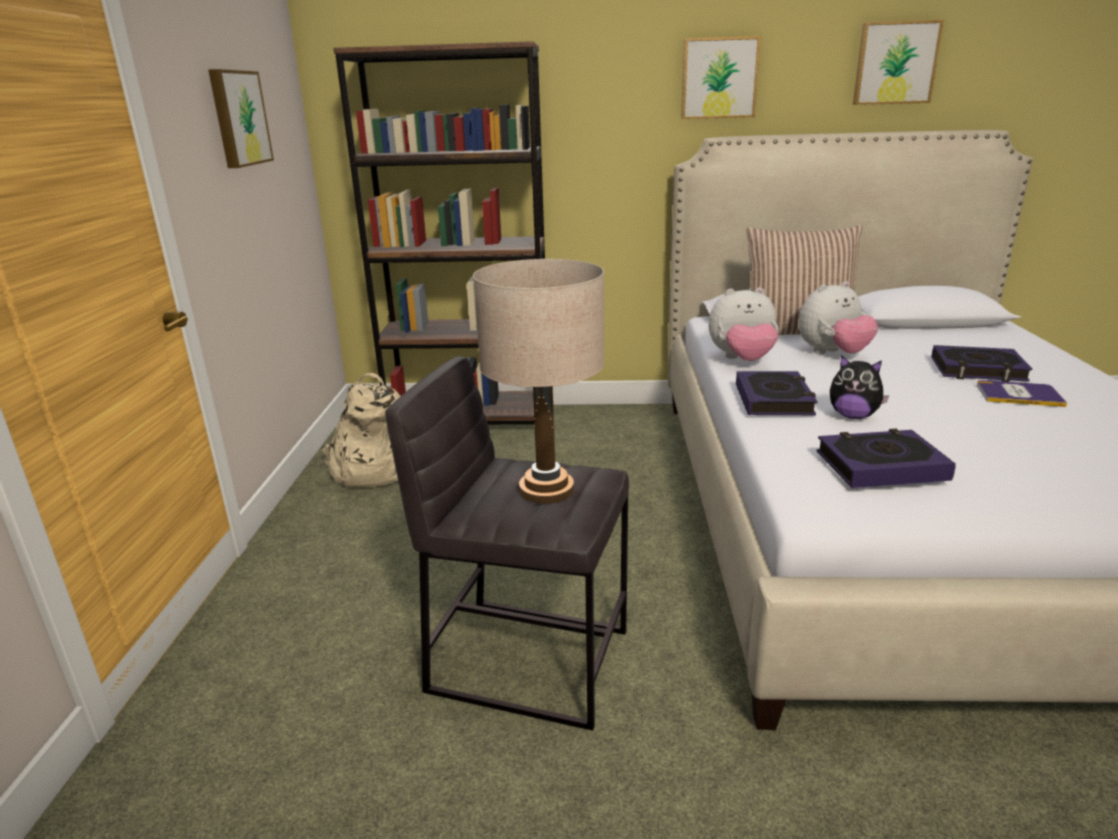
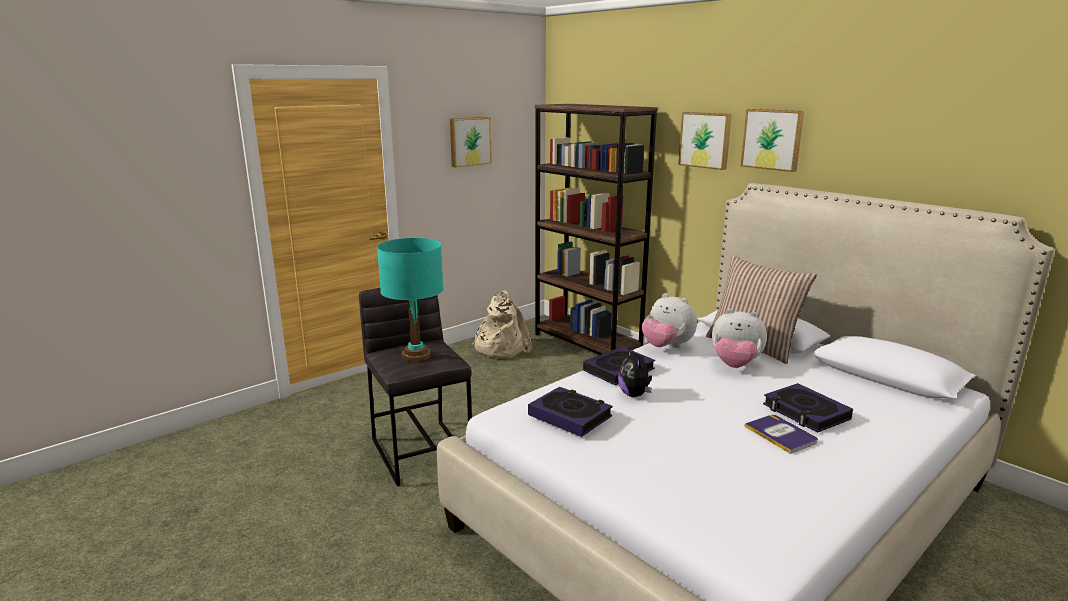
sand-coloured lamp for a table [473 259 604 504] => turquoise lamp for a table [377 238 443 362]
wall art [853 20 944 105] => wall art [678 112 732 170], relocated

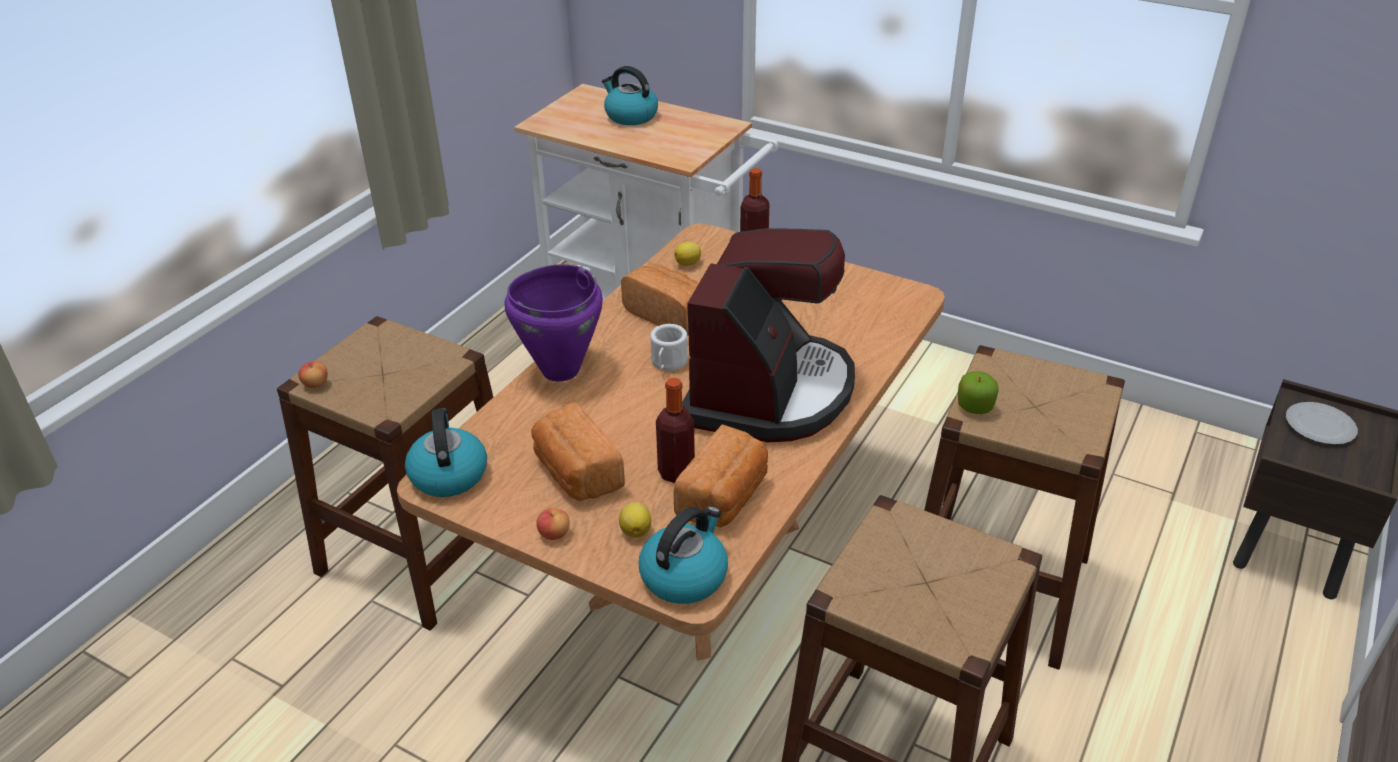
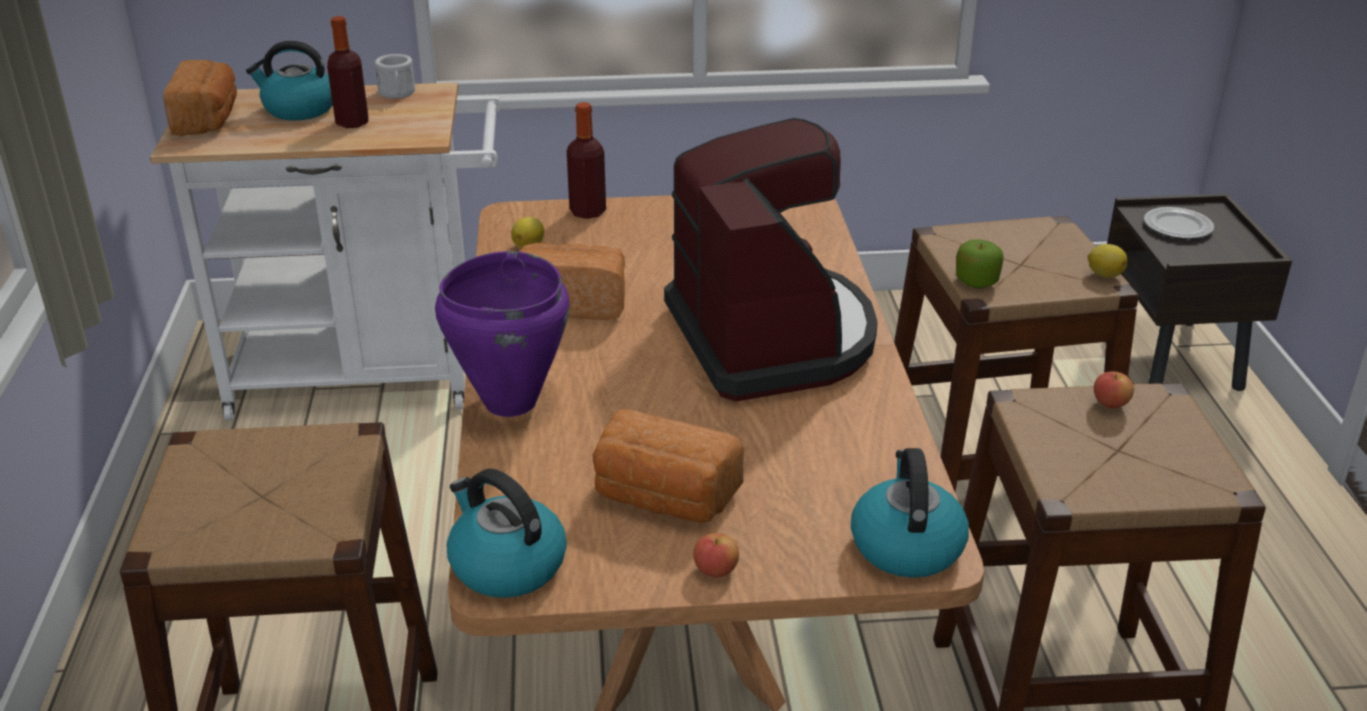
apple [298 361 328 388] => apple [1094 371 1134 408], relocated
citrus fruit [619 502 651 538] => citrus fruit [1087 244 1128 278], relocated
white tea mug [650 324 688 371] => white tea mug [375 54 415 98], relocated
drink bottle [656 378 695 483] => drink bottle [327 16 368 128], relocated
baked bread [674 424 768 528] => baked bread [163 60 237 136], relocated

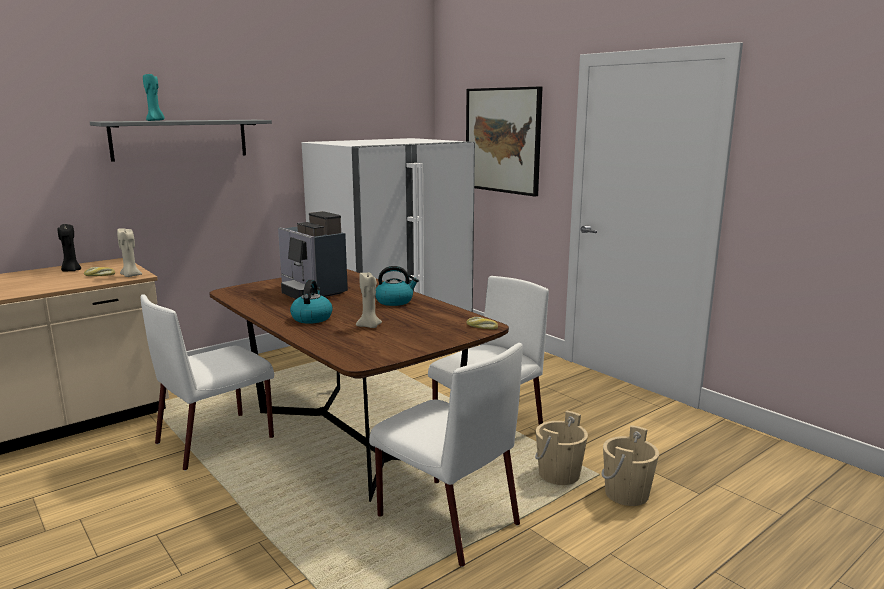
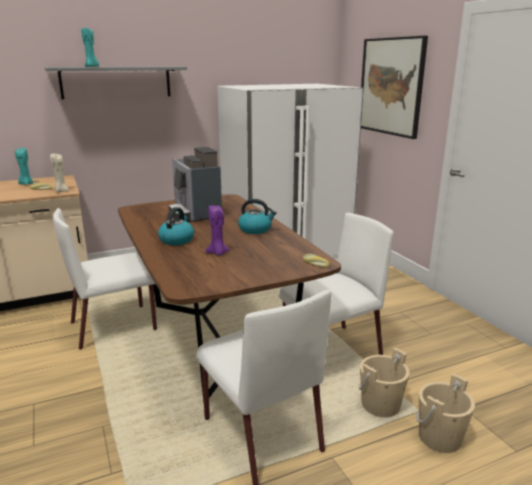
black wax candle [58 224 81 272] => turquoise wax candle [15 148 34 185]
sand-coloured wax candle [356 273 382 328] => purple-coloured wax candle [206 206 230 255]

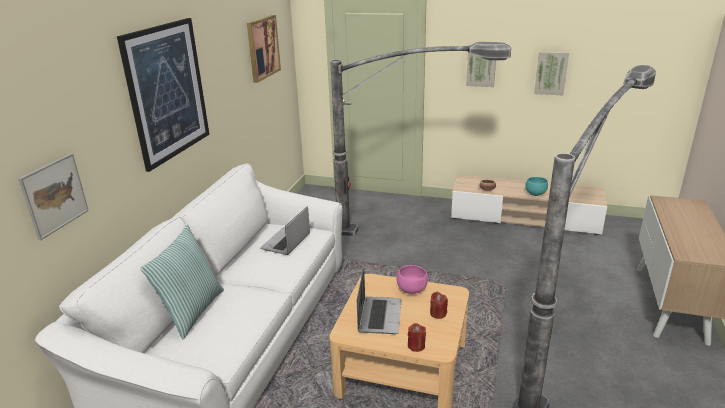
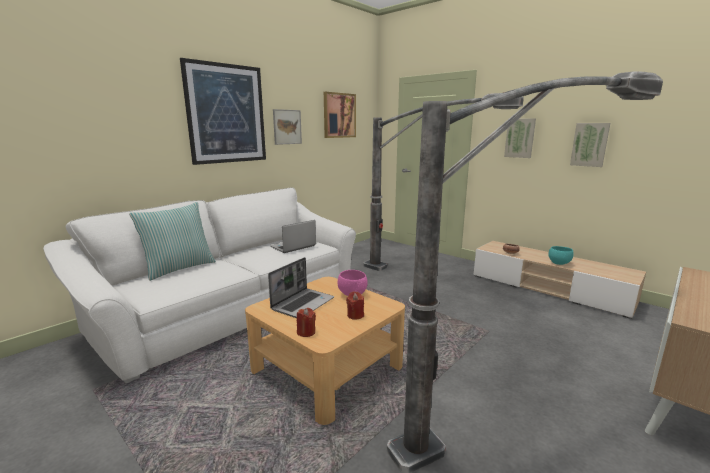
wall art [18 153 89 240] => wall art [273 109 302 145], relocated

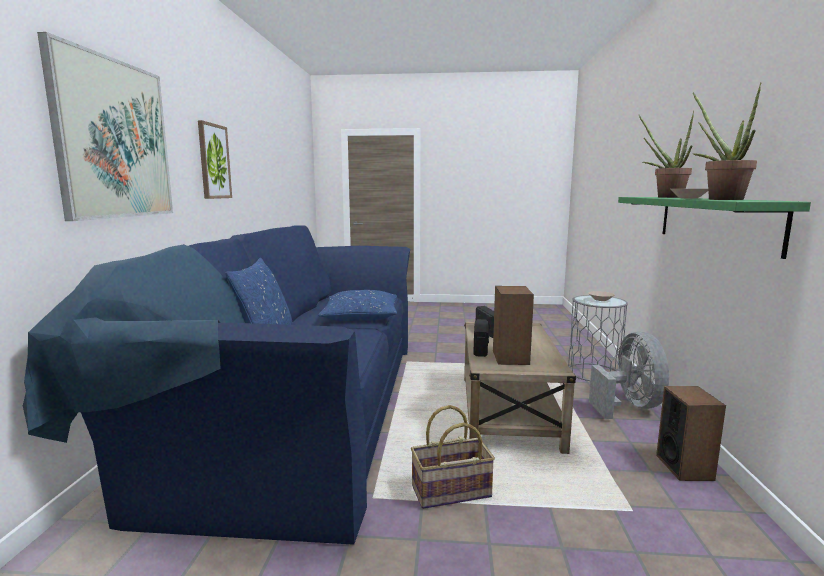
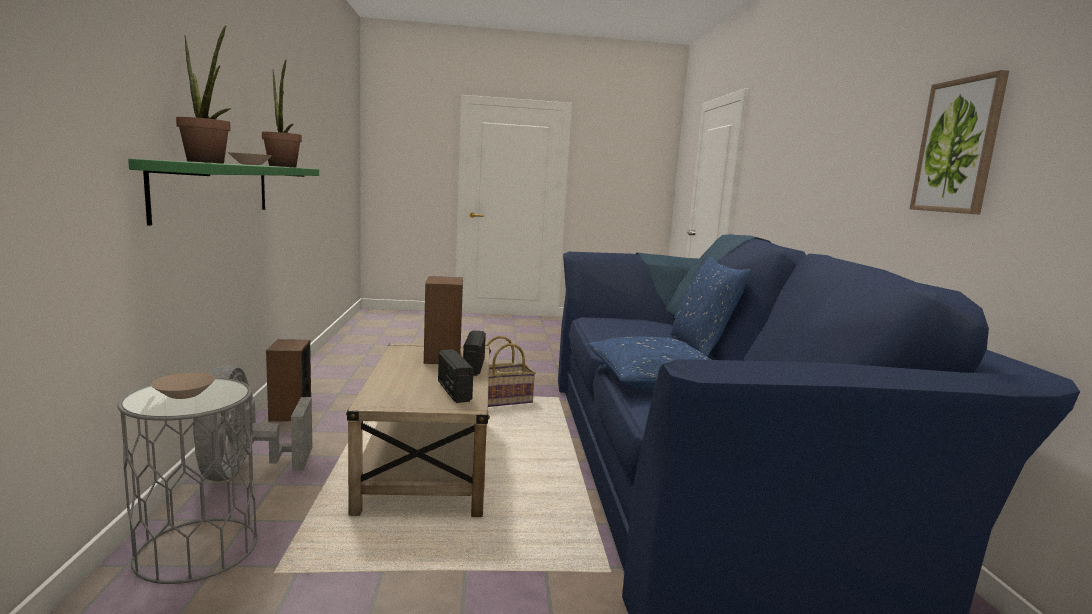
wall art [37 32 173 221] => nothing

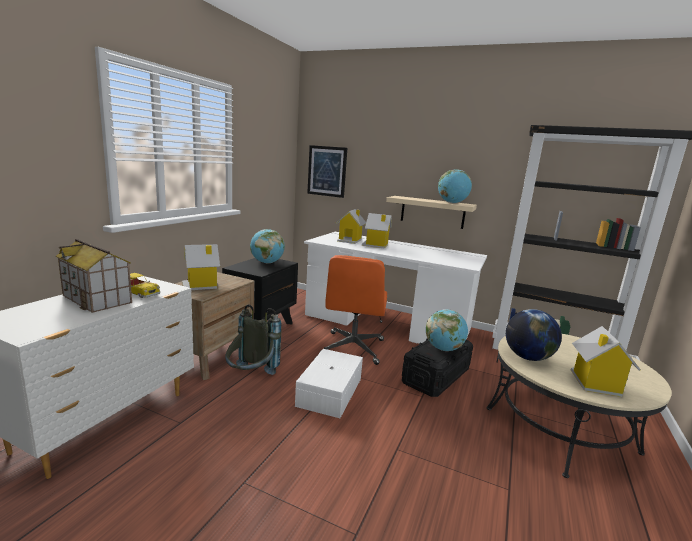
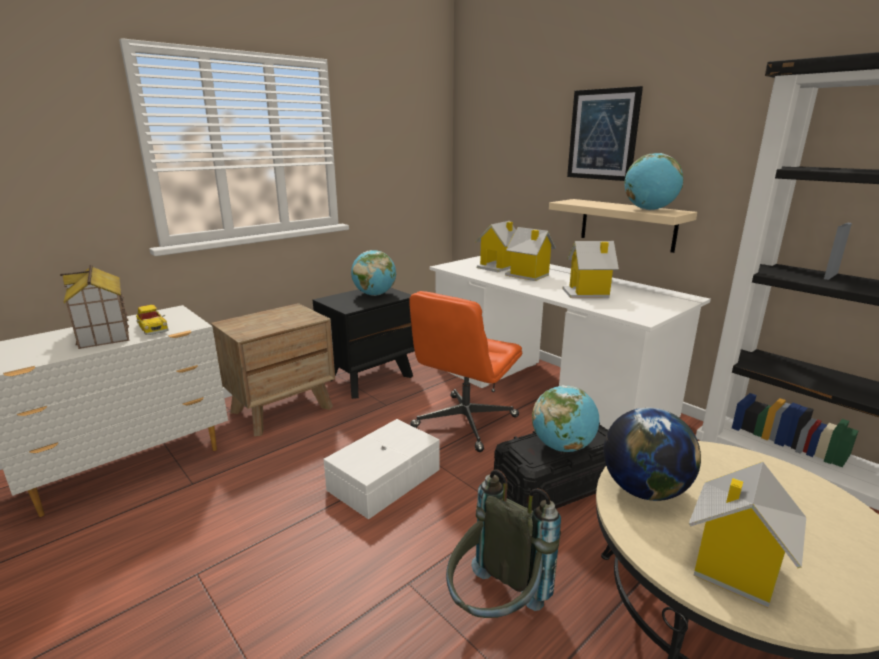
model house [182 244 220 290] => model house [563 241 619 298], relocated
gray backpack [225 304 282 375] => gray backpack [446 469 561 618], relocated
wall art [307 145 347 198] => wall art [567 86 643 181], relocated

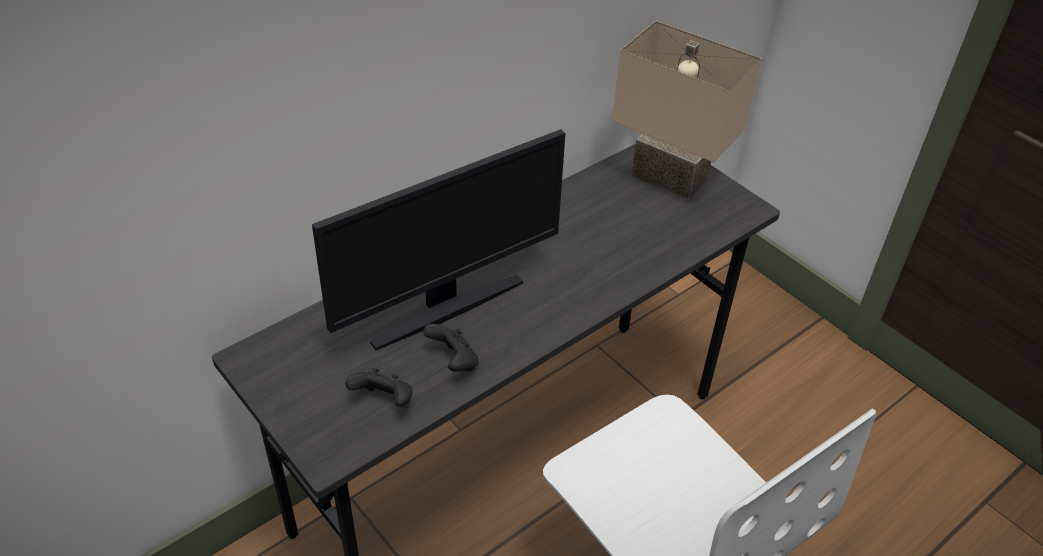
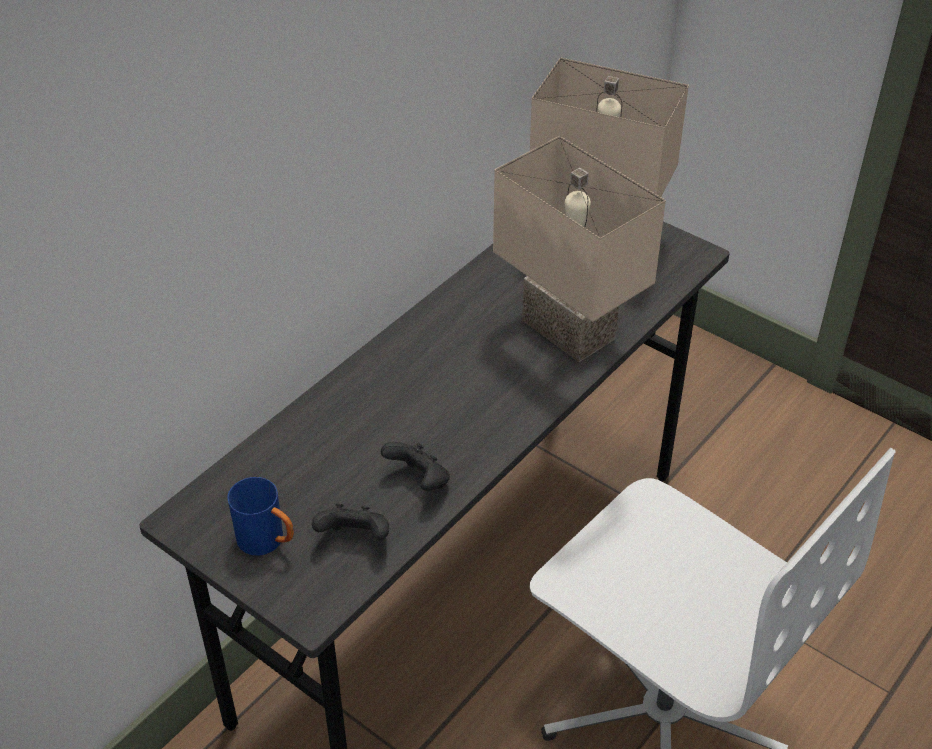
computer screen [312 129 565 350] => nothing
nothing => blue-coloured tea mug [227 477 294 556]
nothing => sand-coloured lamp for a table [493 136 666 362]

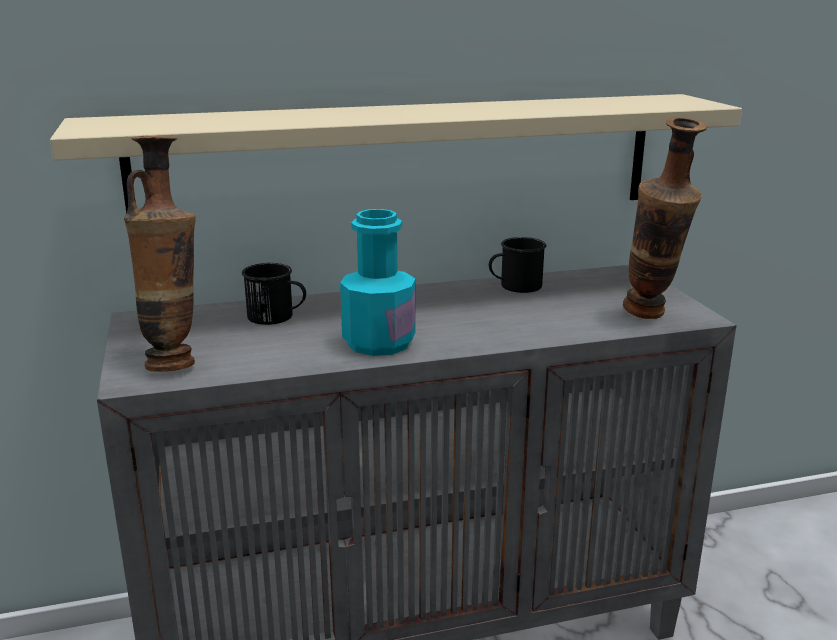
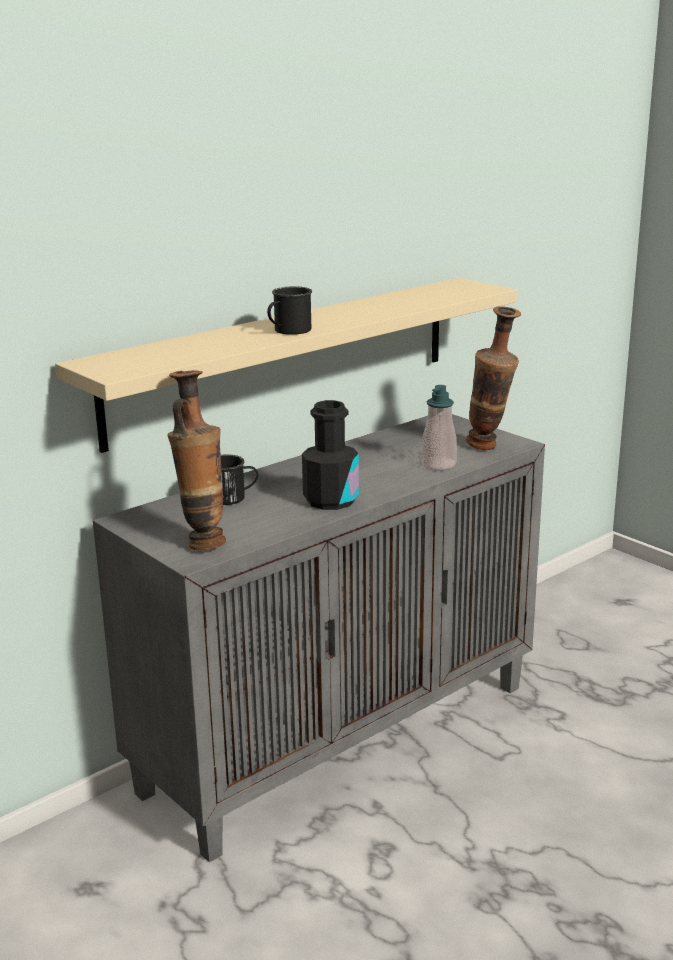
turquoise drink bottle [340 209 415 356] => black drink bottle [302 400 359 510]
black tea mug [489 237 546 293] => black tea mug [267 286 312 335], relocated
nothing => liquid soap bottle [421 385 457 470]

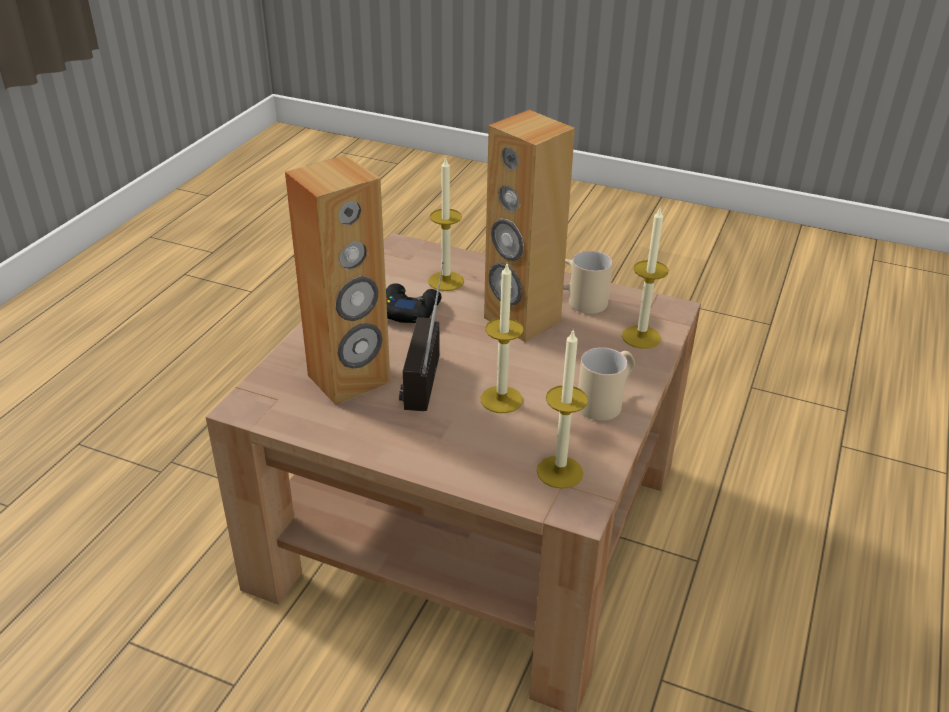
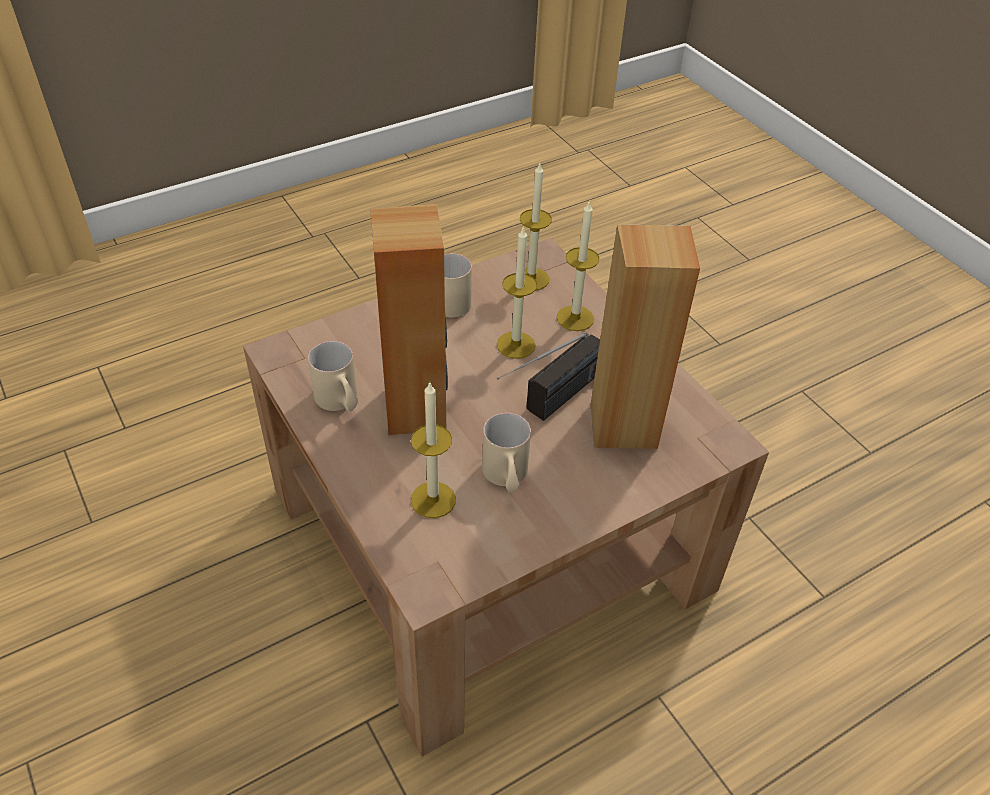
black game controller [386 283 442 323] => sand-coloured tea mug [482 413 531 493]
wax candle [622 206 669 349] => wax candle [557 200 599 331], relocated

